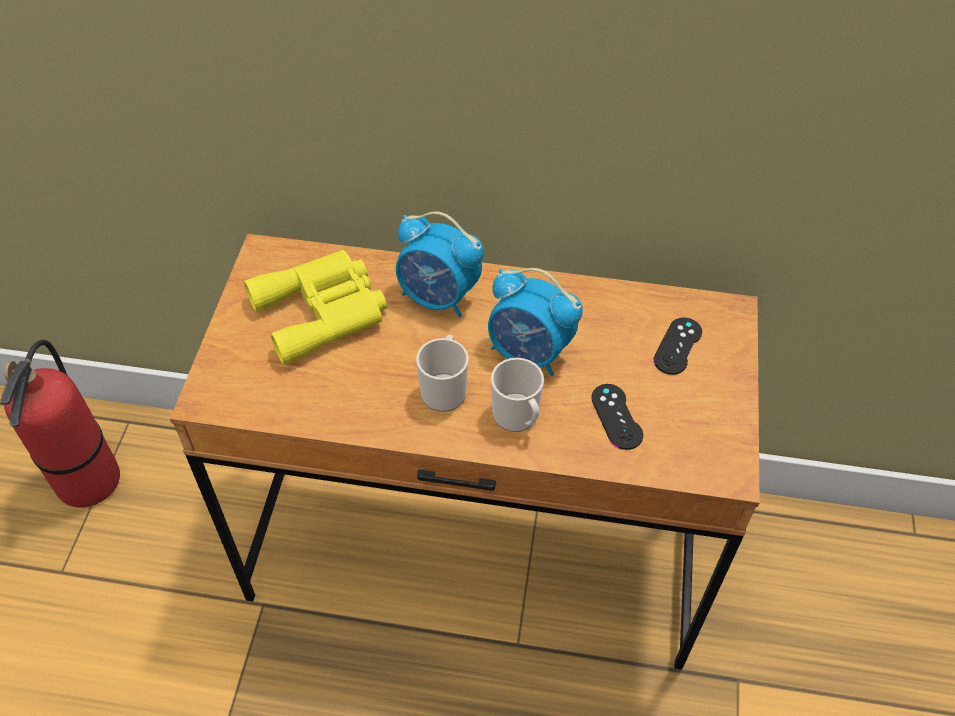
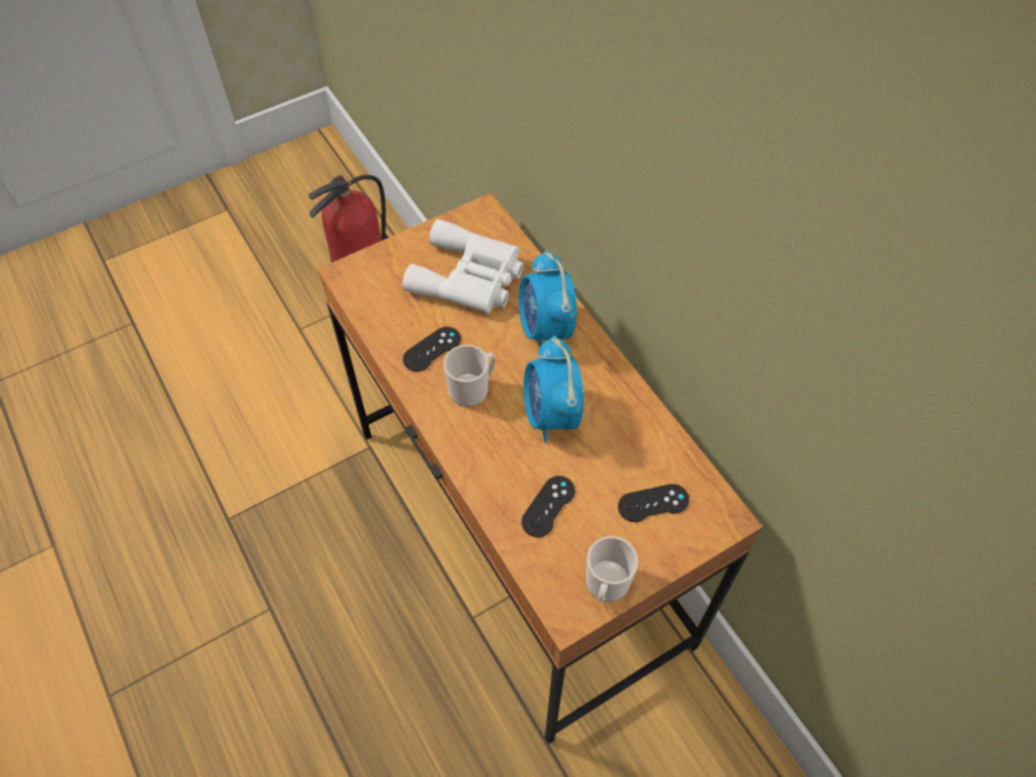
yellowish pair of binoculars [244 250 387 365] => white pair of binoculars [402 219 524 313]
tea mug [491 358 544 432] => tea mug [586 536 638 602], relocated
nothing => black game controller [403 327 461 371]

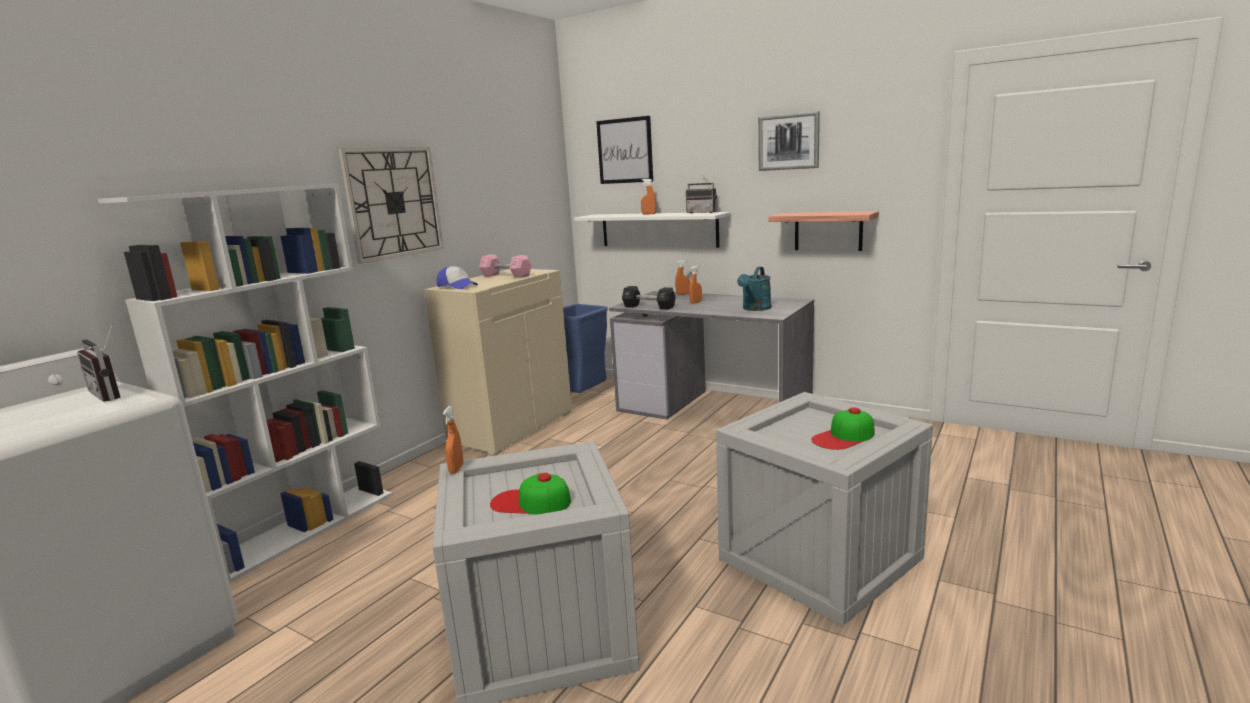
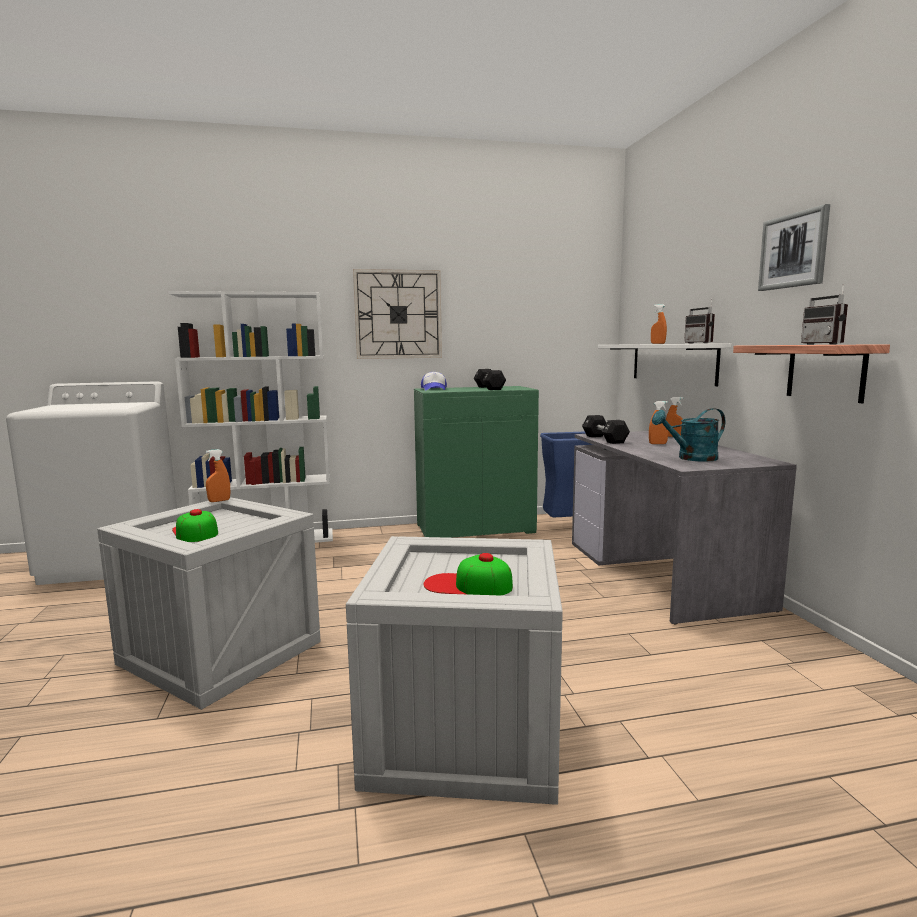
radio [77 322 121 402] => radio [801 286 848 345], relocated
sand-coloured storage cabinet [424 269 572 456] => green-coloured storage cabinet [414 386 539 538]
pink-coloured dumbbell [479 255 532 278] => black dumbbell [474 369 506 390]
wall art [596 116 653 184] => nothing

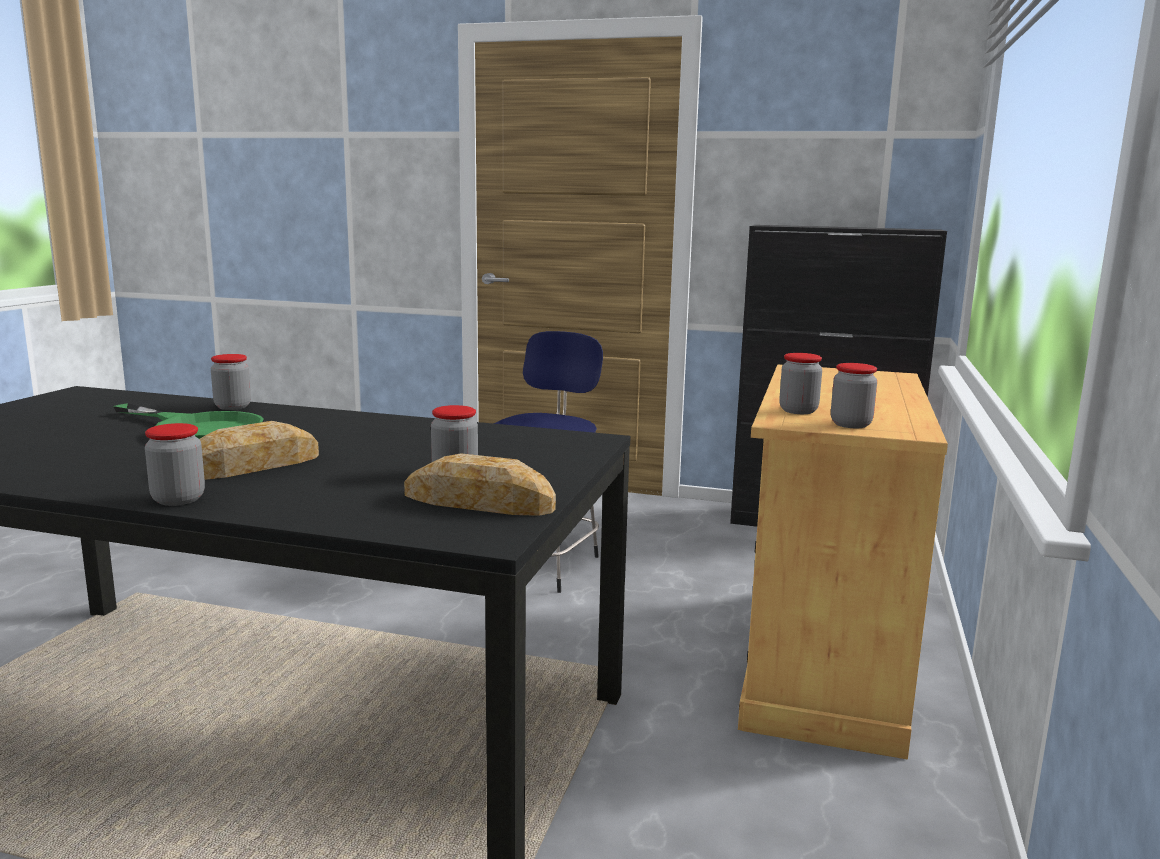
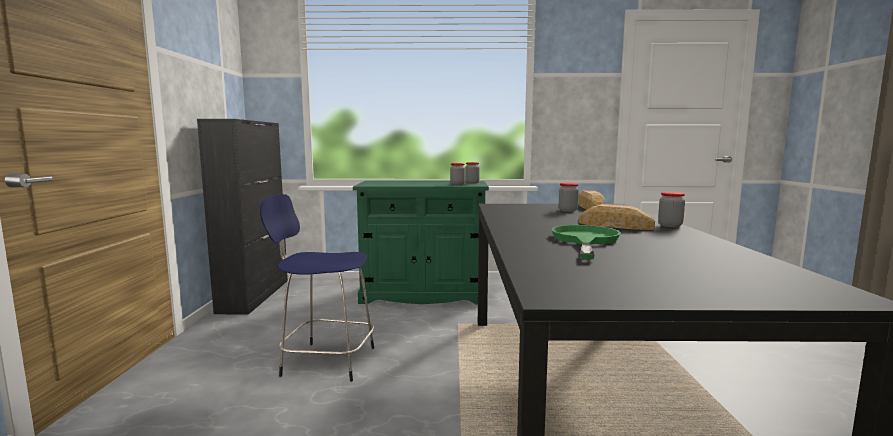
storage jar [211 354 251 410] => nothing
sand-coloured storage cabinet [738 364 948 759] => green-coloured storage cabinet [353 181 489 305]

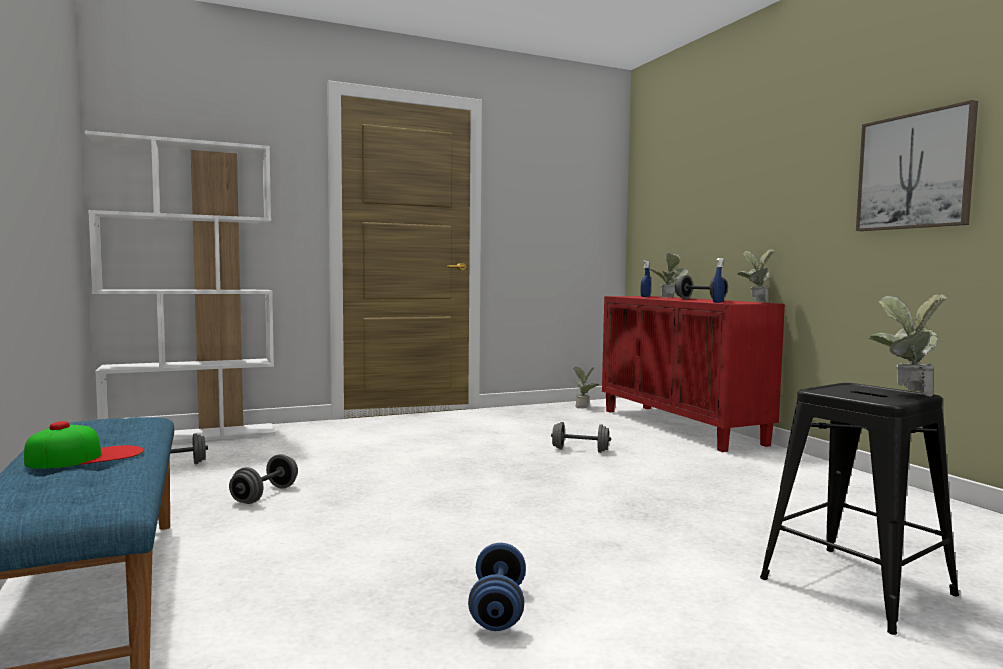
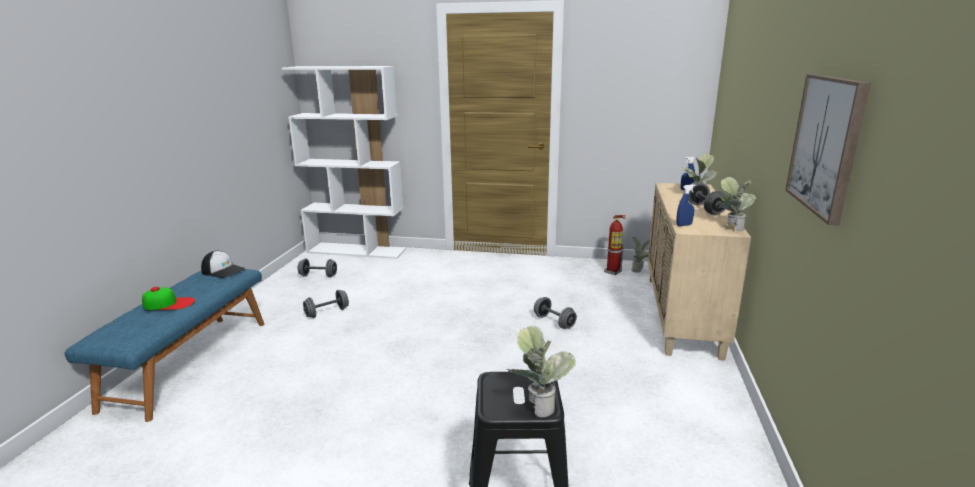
blue-coloured dumbbell [468 543 526 631] => nothing
red-coloured storage cabinet [602 296 785 452] => sand-coloured storage cabinet [648 183 751 361]
nothing => baseball cap [201 251 245 278]
nothing => extinguisher [604 215 626 275]

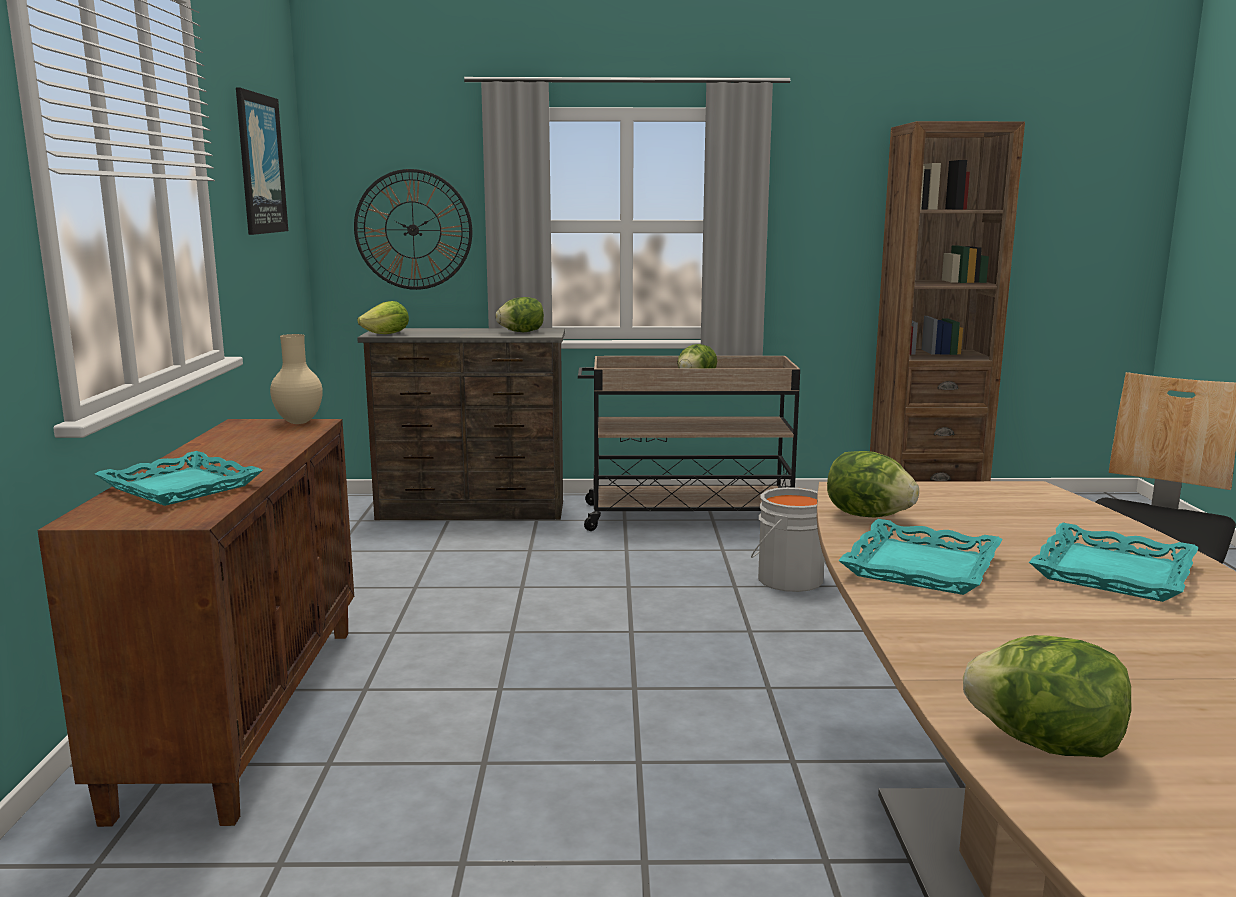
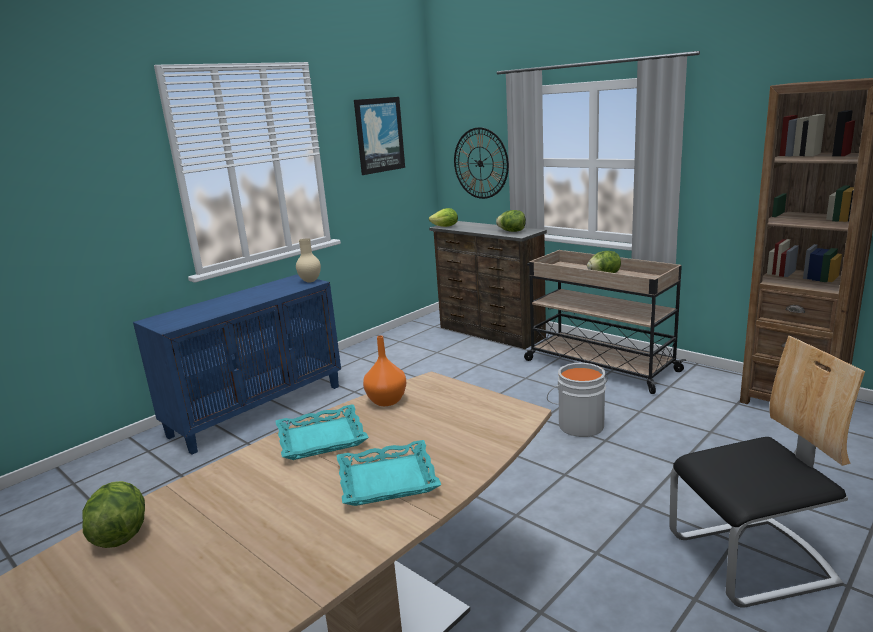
brownish storage cabinet [37 419 354 827] => blue-coloured storage cabinet [133 275 341 454]
turquoise tray [95 451 263 506] => nothing
lettuce head [827 451 919 517] => orangey decorative vase [363 336 406 406]

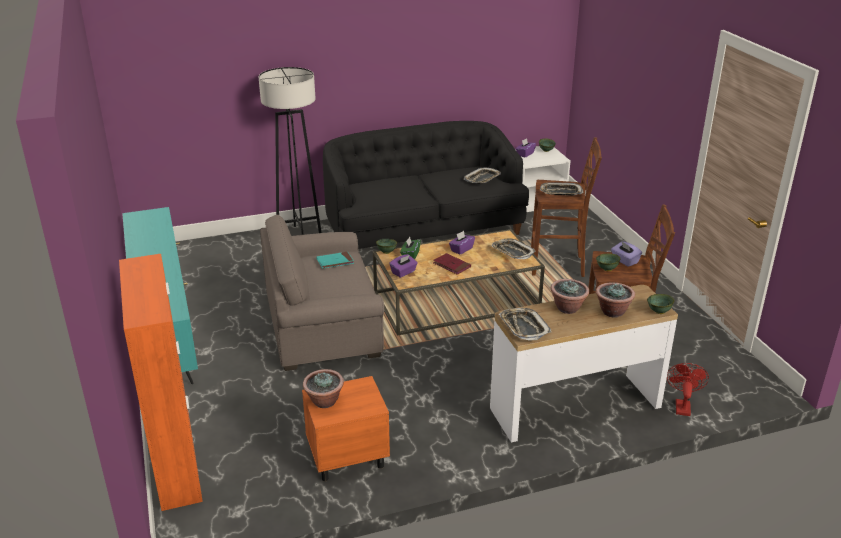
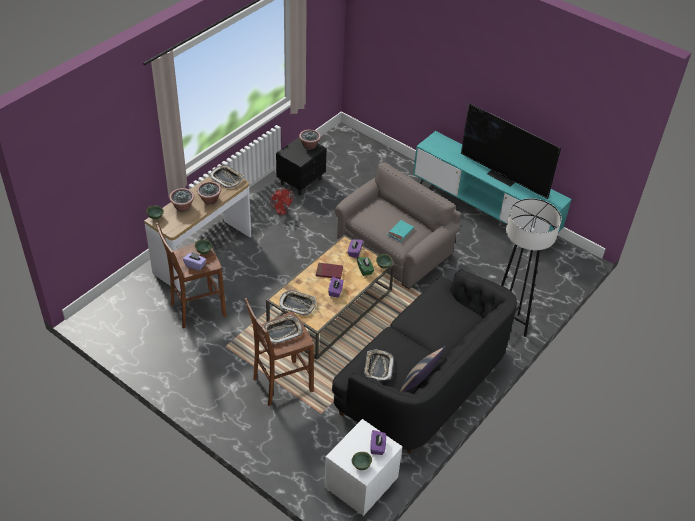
orangey storage cabinet [119 254 203 511] => nothing
orangey night table [302 376 390 481] => black night table [276 137 327 196]
red-coloured electric fan [667 363 709 416] => red-coloured electric fan [270 189 294 215], relocated
nothing => pillow [401 346 446 392]
nothing => TV set [461 103 561 199]

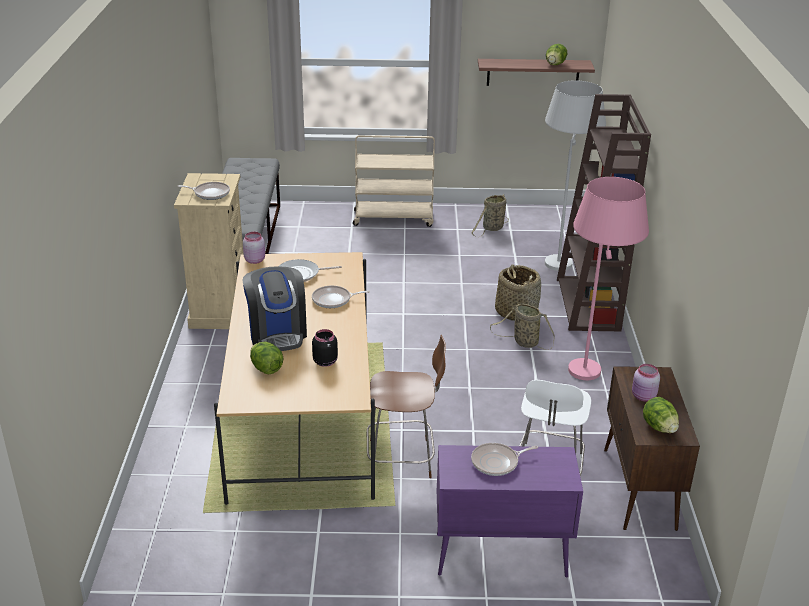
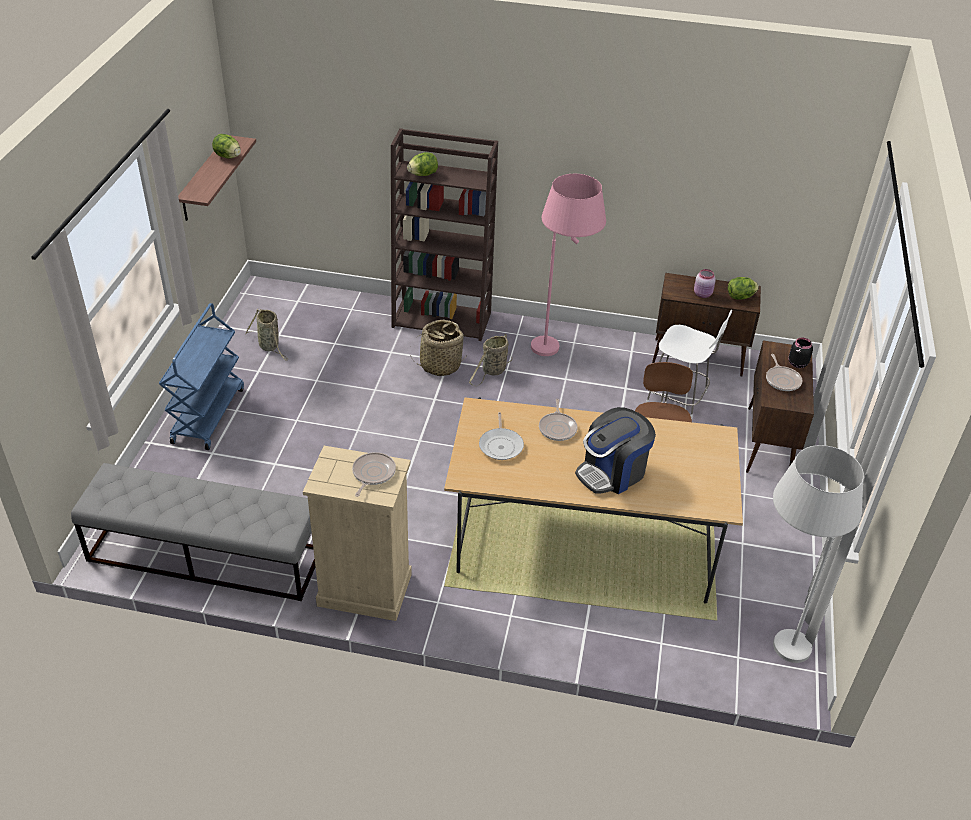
coffee machine [242 266 307 351] => coffee machine [575 407 656 494], 150 degrees clockwise
pink-coloured storage jar [243 232 265 264] => nothing
lettuce head [250 342 284 374] => lettuce head [407 152 438 176], relocated
black storage jar [312 329 338 367] => black storage jar [789 337 813 368], relocated
sand-coloured wheeled cart [353 135 435 227] => blue-coloured wheeled cart [159 303 244 450]
purple-coloured storage cabinet [437 445 583 578] => brownish storage cabinet [746 341 814 473]
white standing lamp [545 80 606 271] => white standing lamp [773 445 864 663], relocated

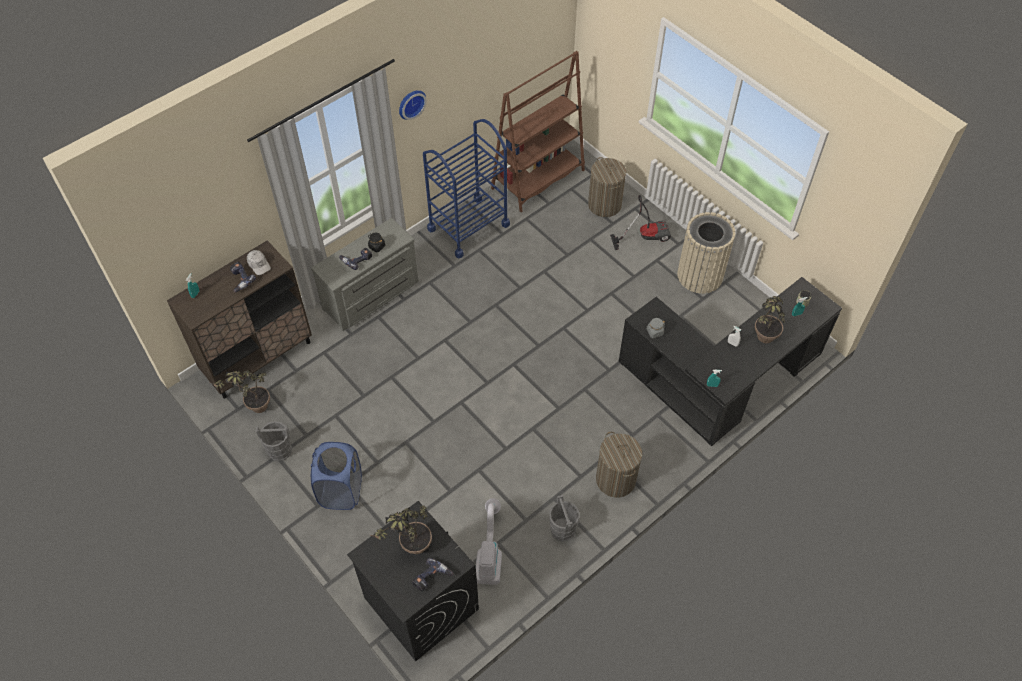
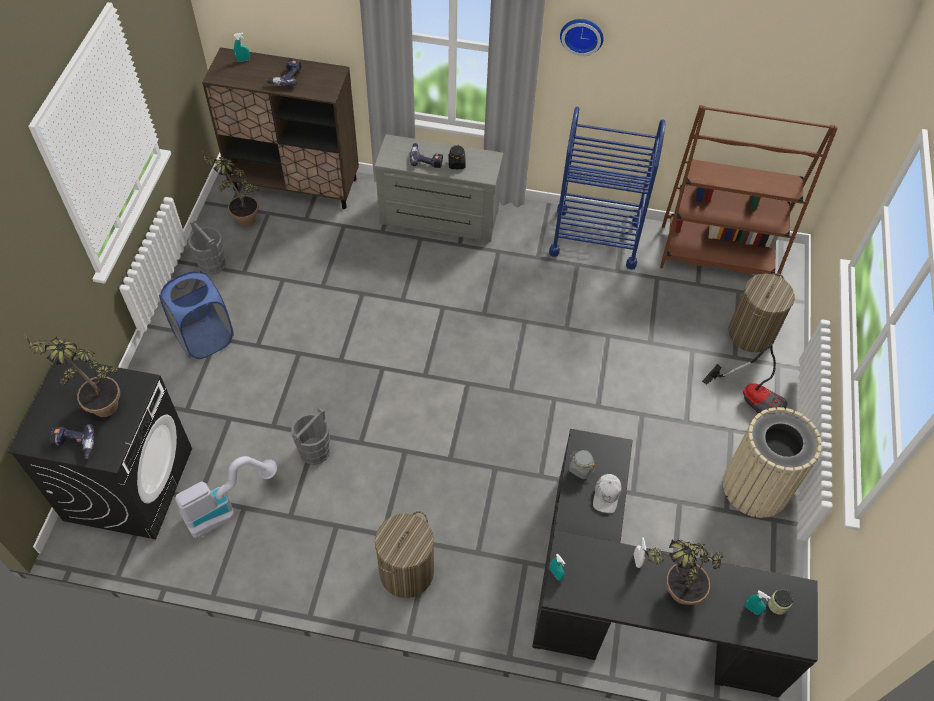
white baseball cap [247 250 271 275] => white baseball cap [593 474 622 513], relocated
gray bucket [549 495 580 541] => gray bucket [291 407 330 465], relocated

